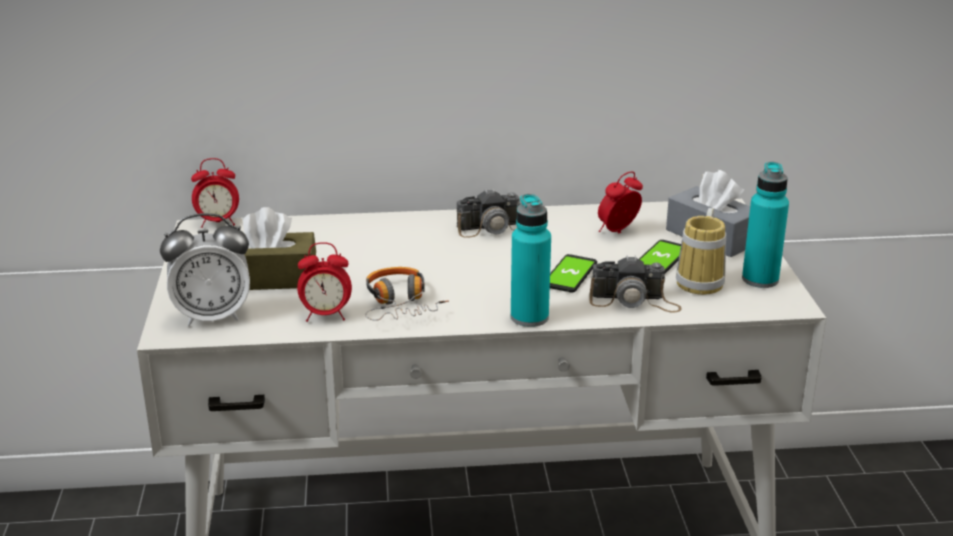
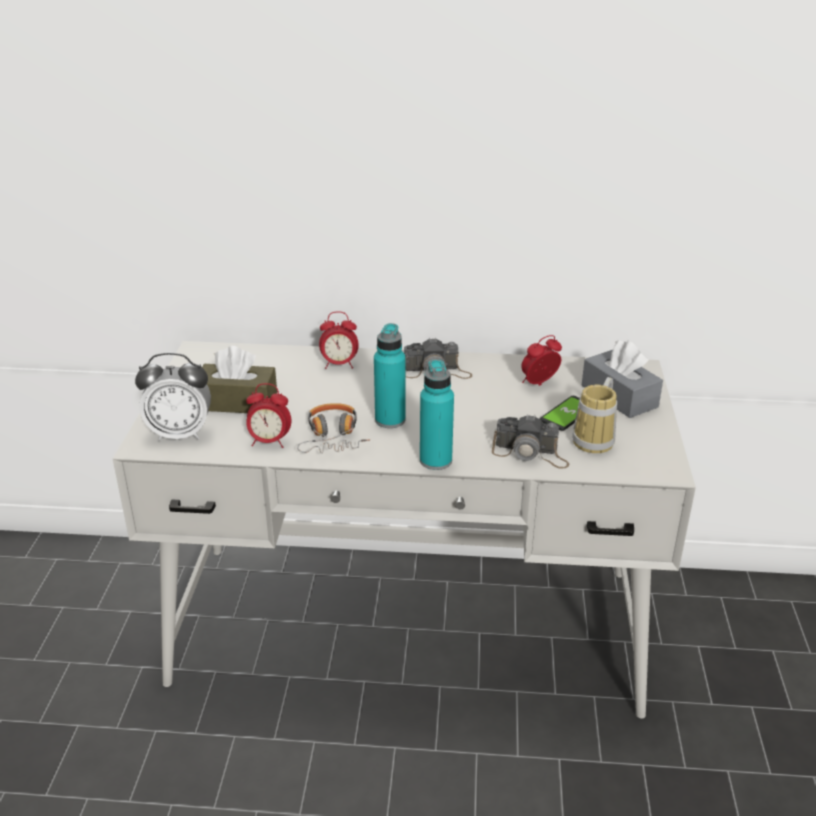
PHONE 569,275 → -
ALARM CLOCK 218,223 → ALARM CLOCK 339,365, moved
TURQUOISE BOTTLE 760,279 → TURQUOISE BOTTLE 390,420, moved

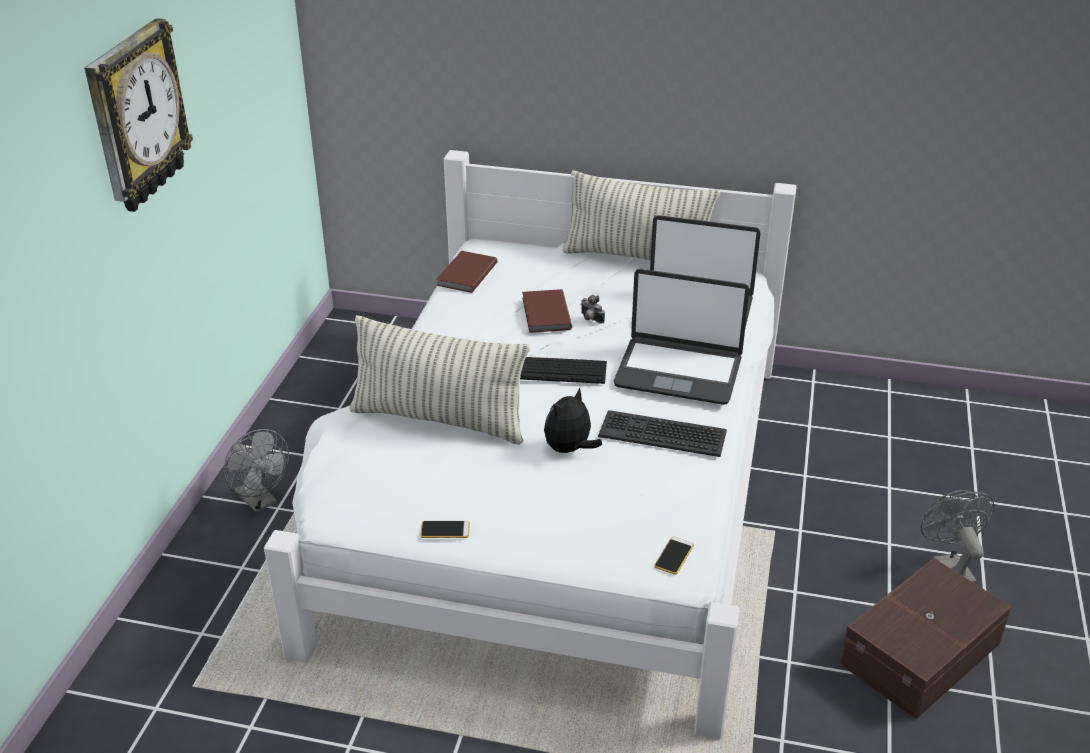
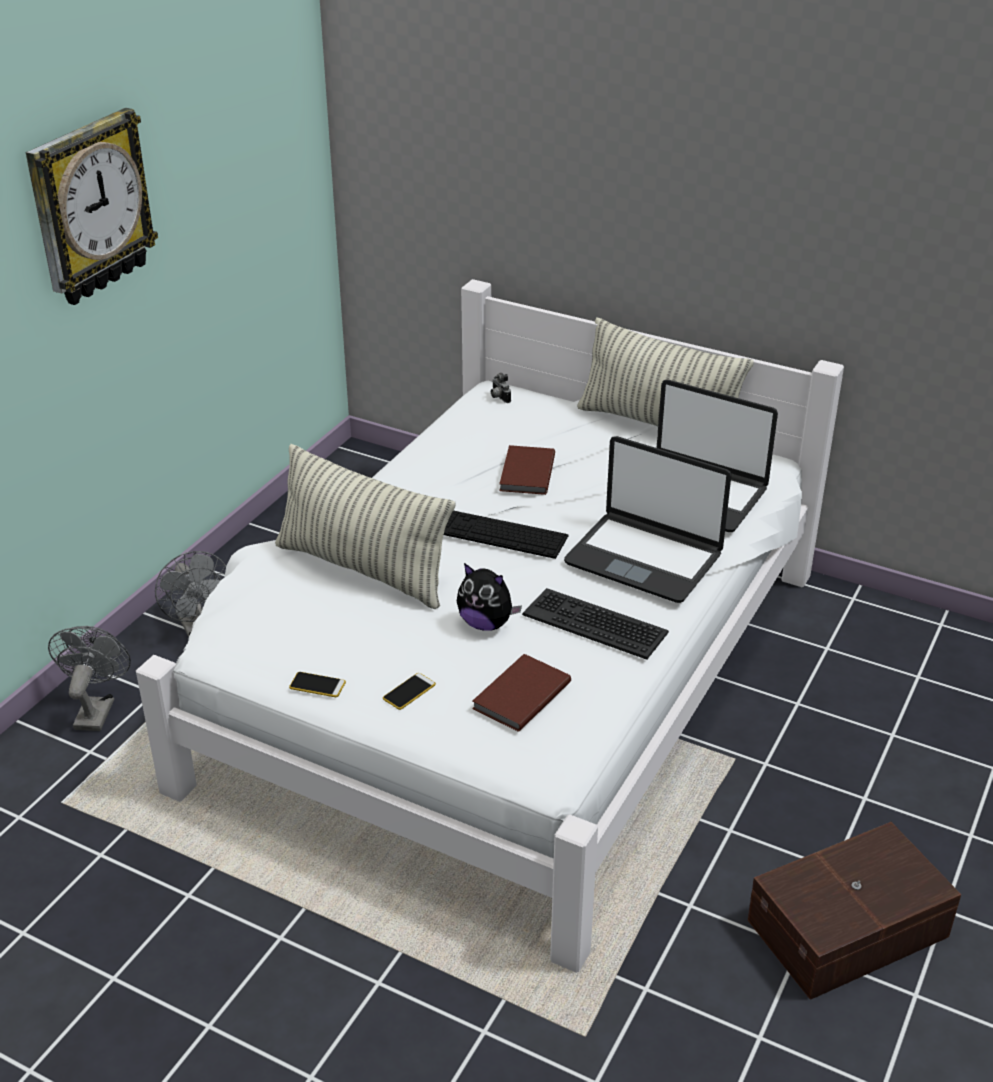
BROWN BOOK 465,274 → BROWN BOOK 519,695, moved
PHOTO CAMERA 590,319 → PHOTO CAMERA 498,397, moved
PHONE 674,556 → PHONE 409,692, moved
GREY FAN 948,567 → GREY FAN 96,709, moved
PLUSH TOY 569,449 → PLUSH TOY 486,623, 120 degrees counterclockwise

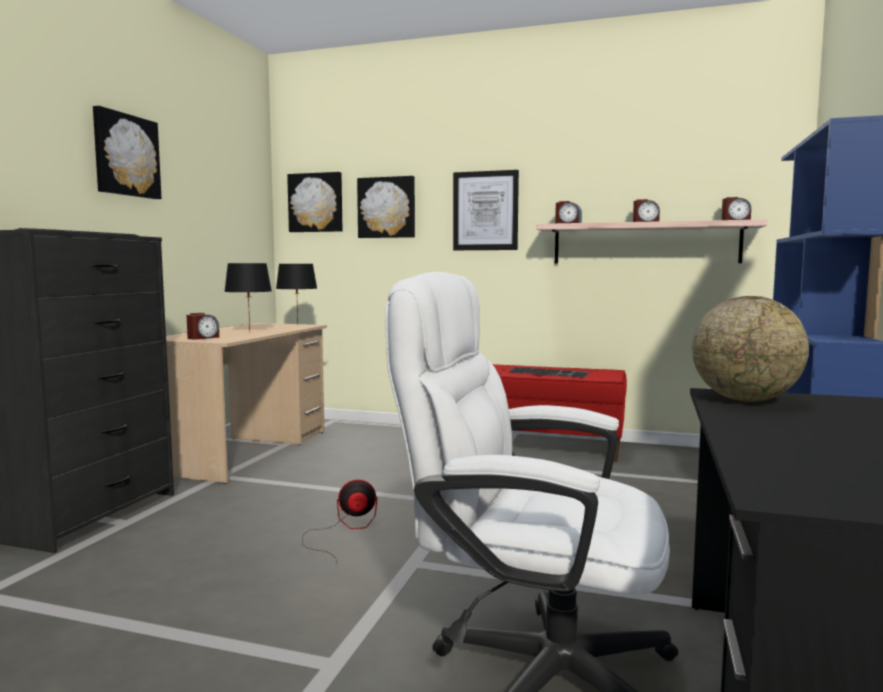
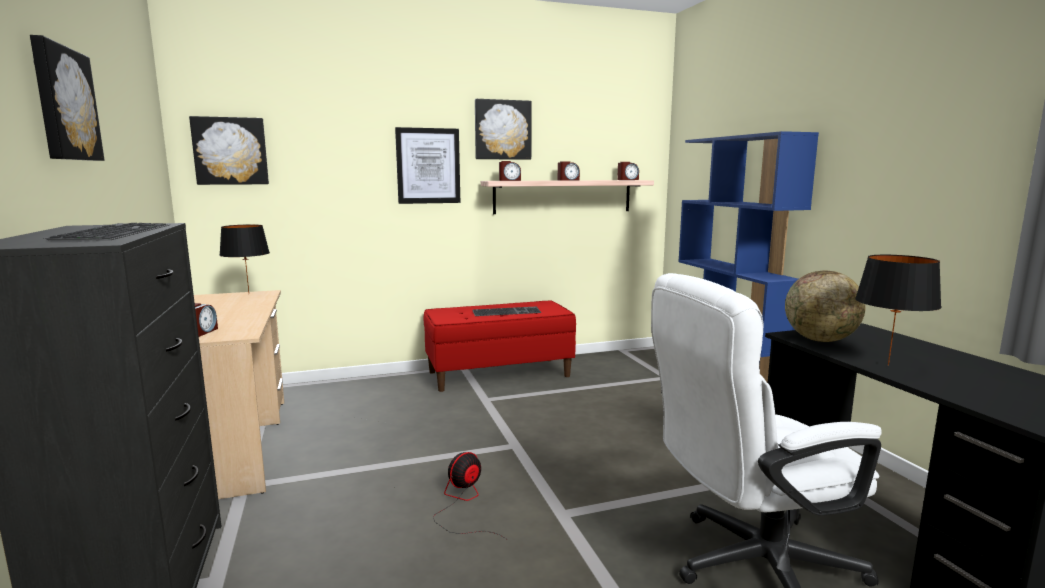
BLACK TABLE LAMP 250,332 → BLACK TABLE LAMP 888,365, moved
PICTURE 387,207 → PICTURE 502,130, moved

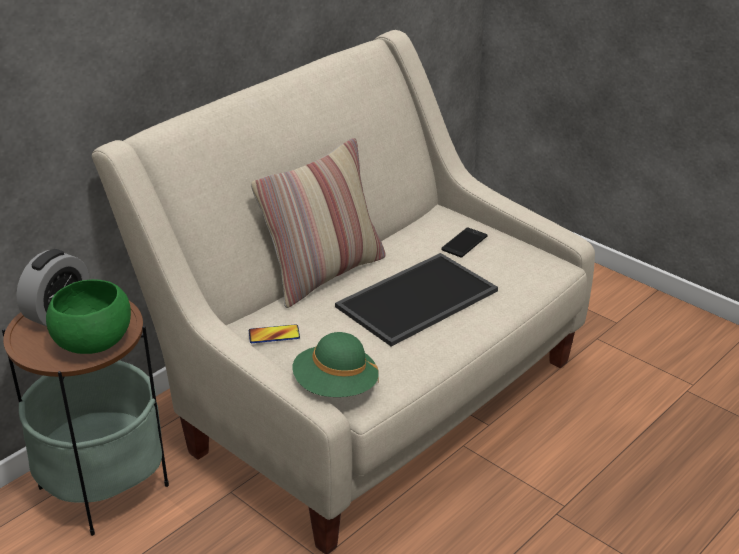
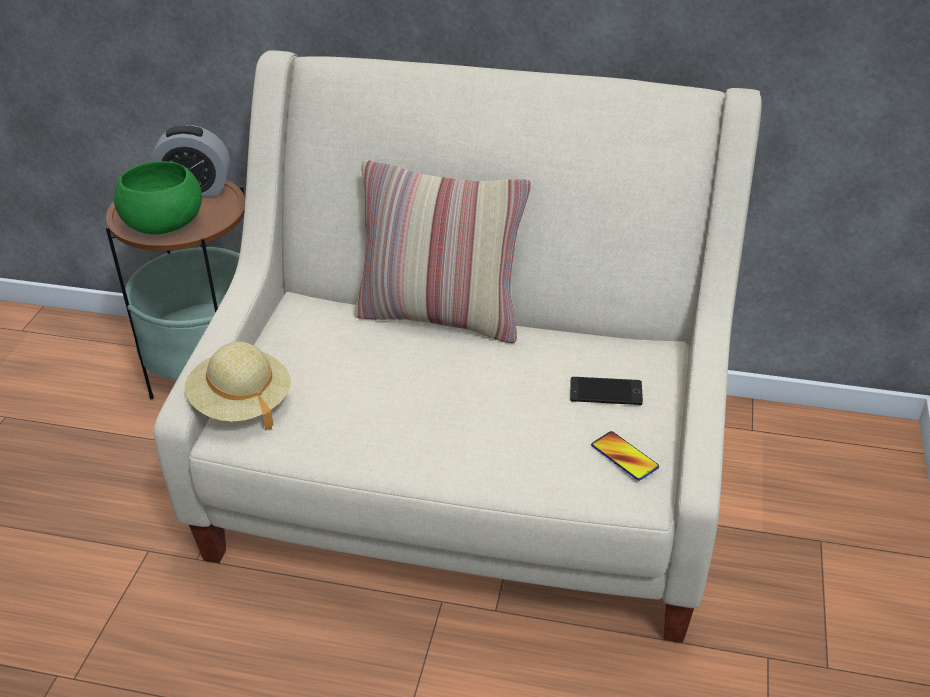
TRAY 416,297 → -
PHONE 274,335 → PHONE 624,457, moved
GREEN HAT 335,387 → BEIGE HAT 241,403

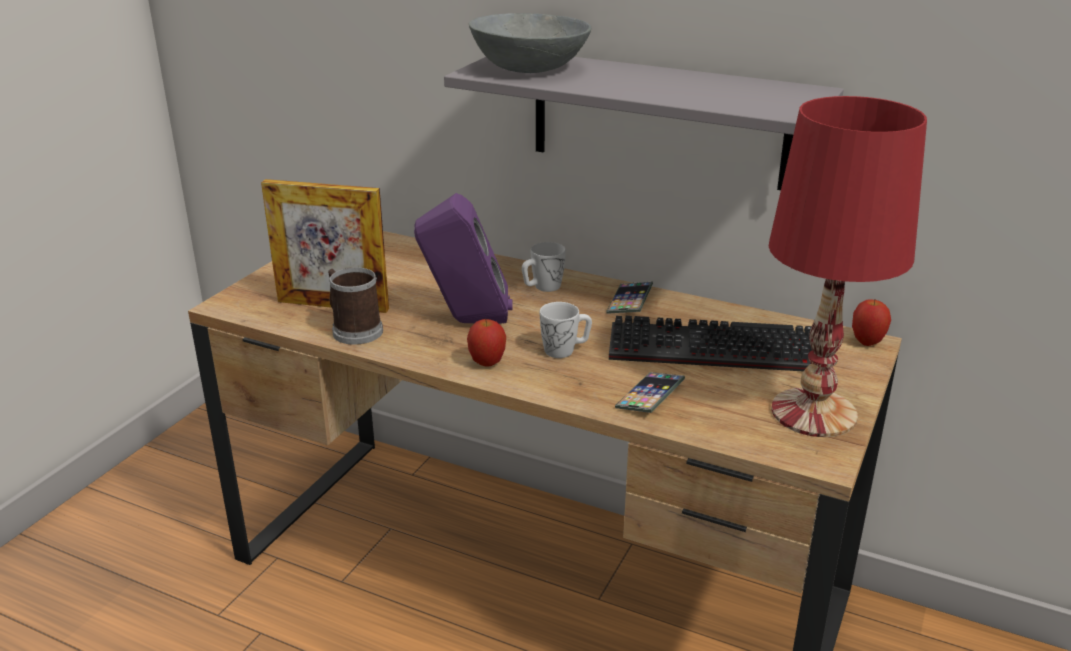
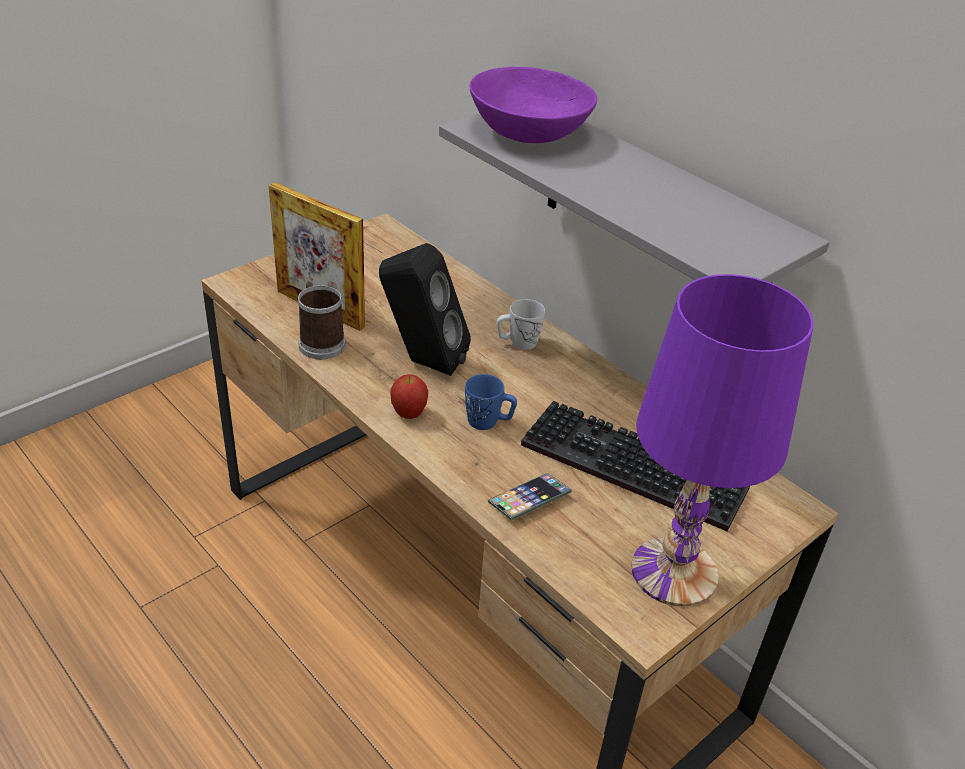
PHONE 629,302 → -
APPLE 867,342 → -
PURPLE SPEAKER 466,322 → BLACK SPEAKER 422,362
GREY BOWL 529,68 → PURPLE BOWL 528,133
WHITE MUG 565,350 → BLUE MUG 488,422
RED TABLE LAMP 812,412 → PURPLE TABLE LAMP 673,571

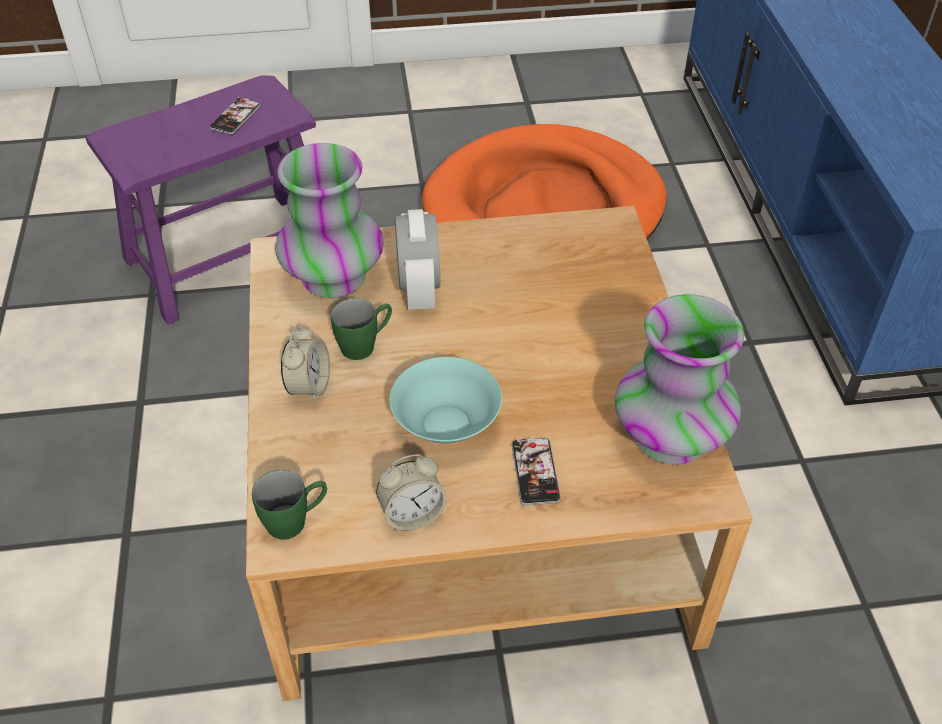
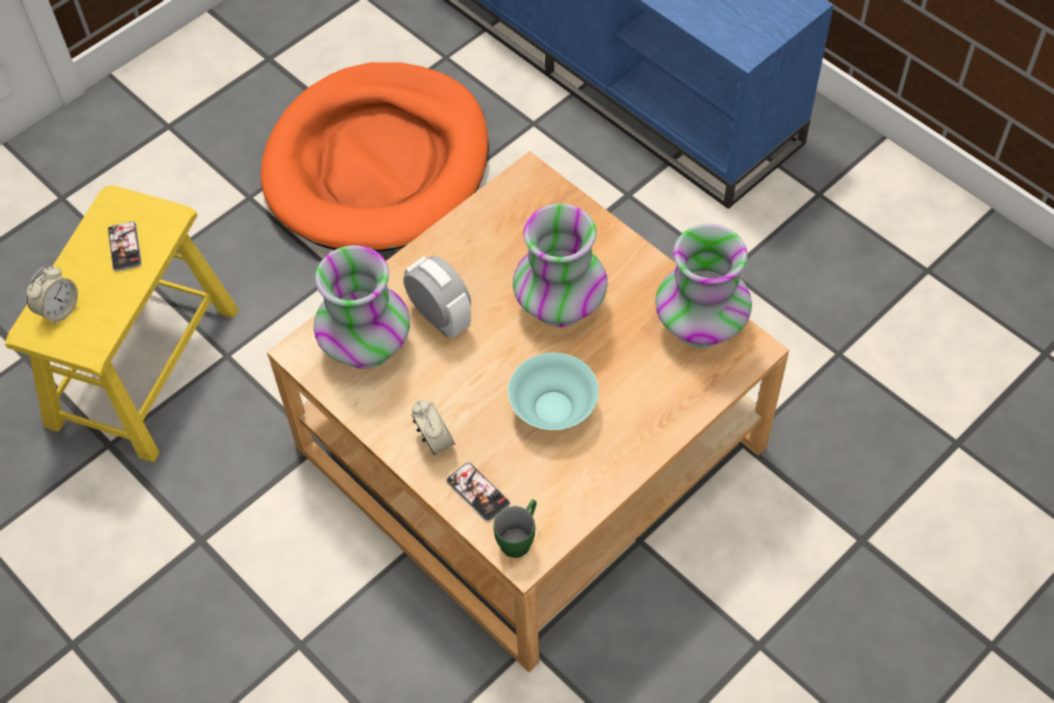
GREEN MUG 365,344 → -
- → VASE 559,305
ALARM CLOCK 412,514 → ALARM CLOCK 59,310, moved
PHONE 535,472 → PHONE 478,492, moved
PURPLE STOOL 230,255 → YELLOW STOOL 143,367

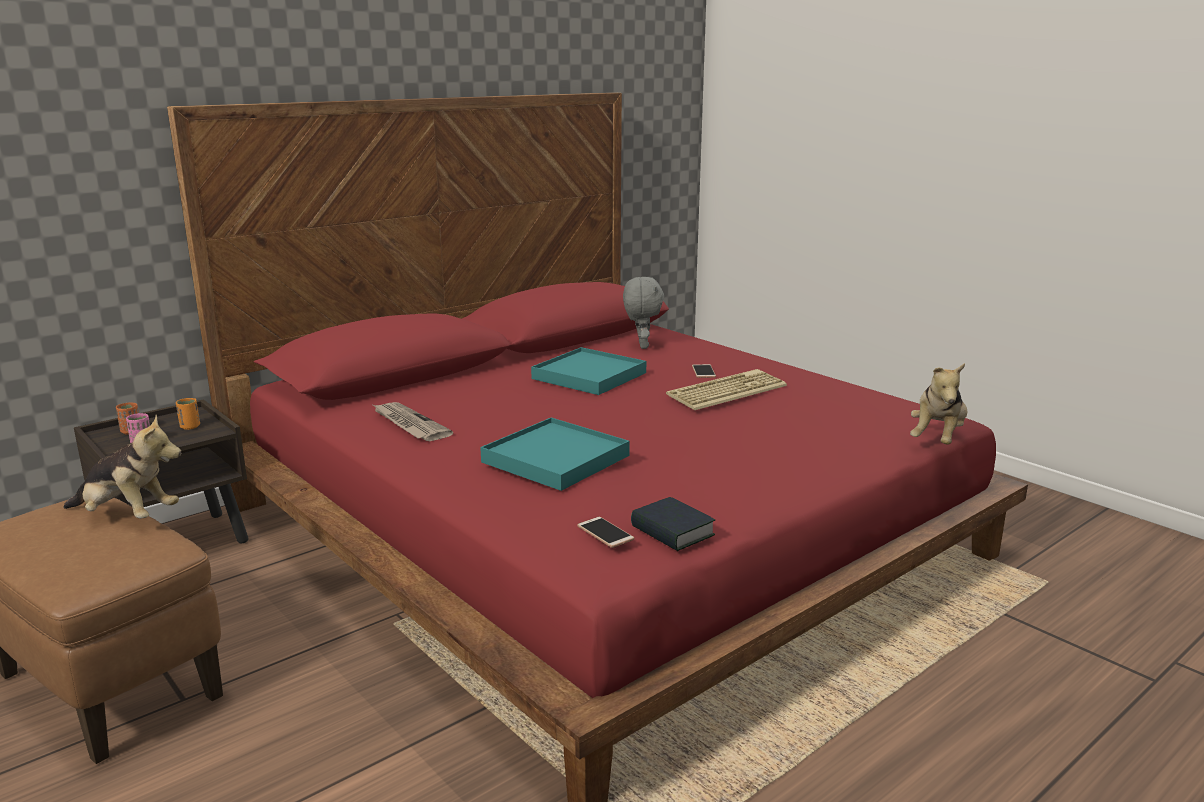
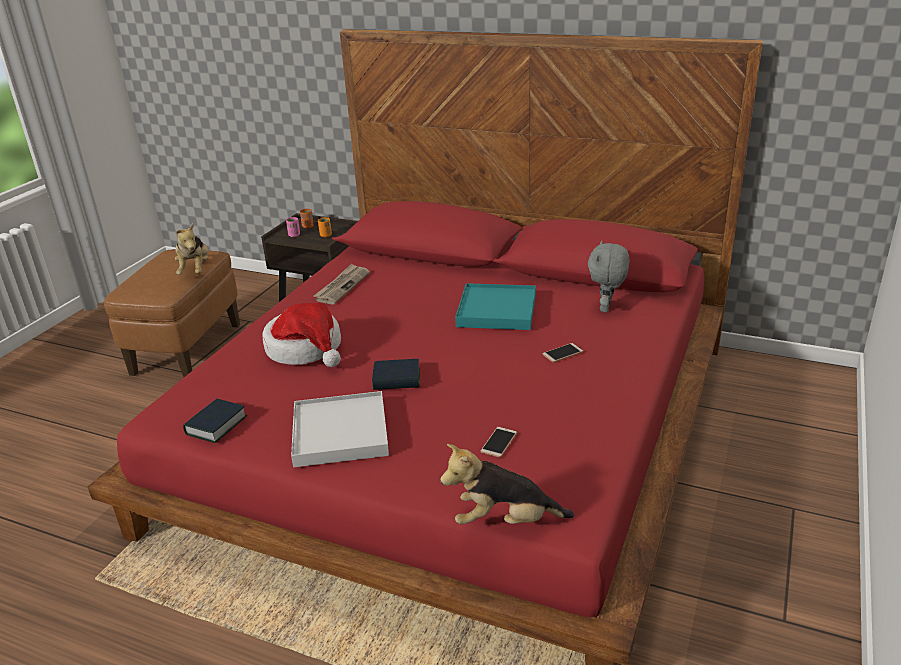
KEYBOARD 726,390 → -
- → WHITE TRAY 340,432
- → BOOK 396,379
PHONE 605,533 → PHONE 499,442, moved
TURQUOISE TRAY 555,459 → HAT 306,349
GREY PLUSH TOY 641,346 → GREY PLUSH TOY 606,308, 135 degrees clockwise

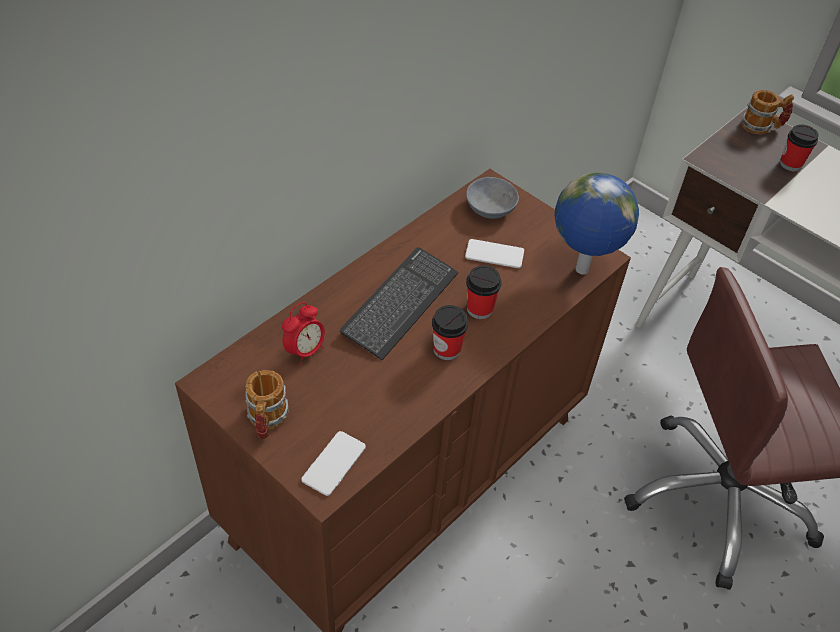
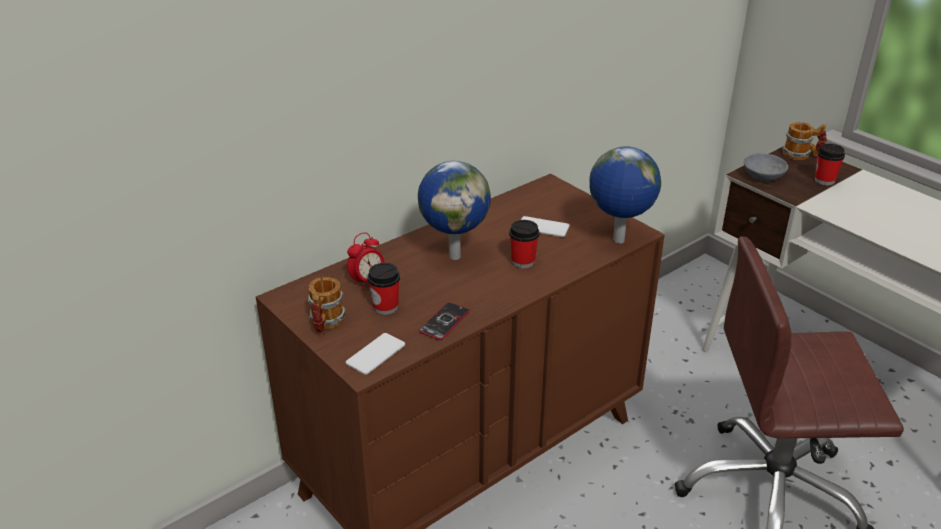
- → PHONE 444,322
CUP 447,349 → CUP 385,307, moved
GREY BOWL 488,207 → GREY BOWL 761,175, moved
KEYBOARD 400,304 → GLOBE 455,255

